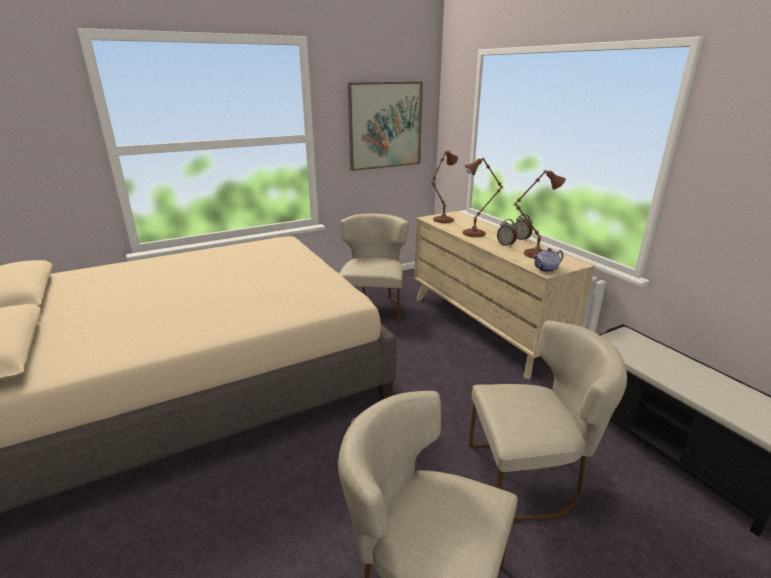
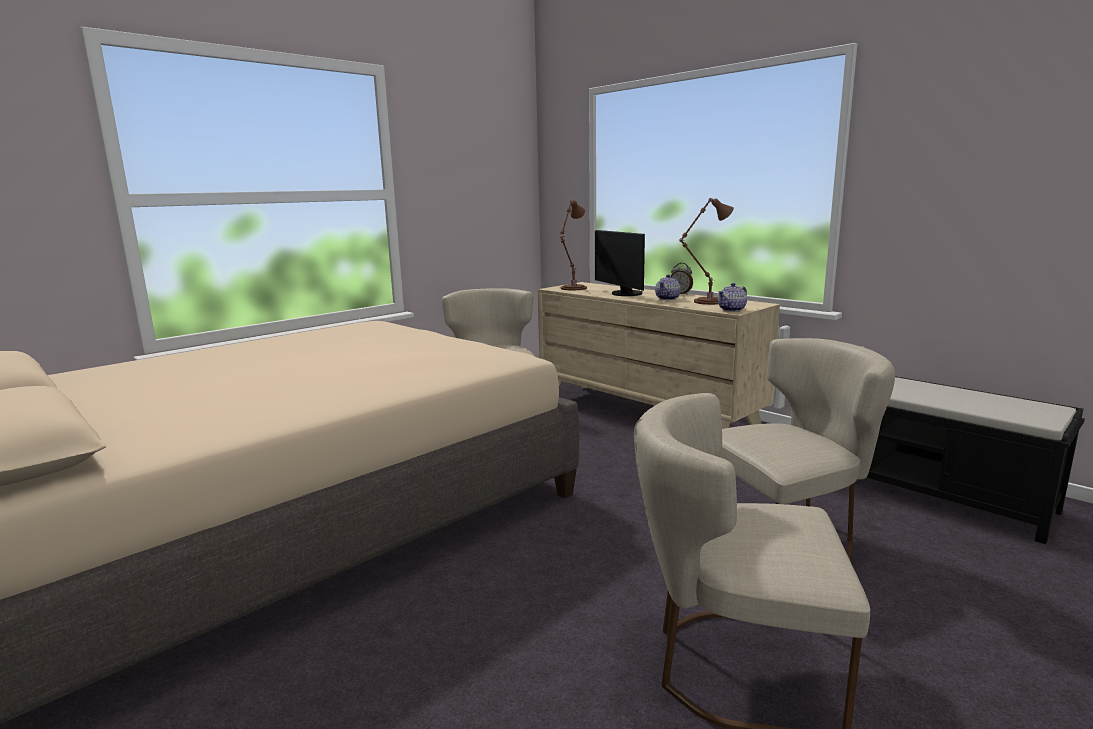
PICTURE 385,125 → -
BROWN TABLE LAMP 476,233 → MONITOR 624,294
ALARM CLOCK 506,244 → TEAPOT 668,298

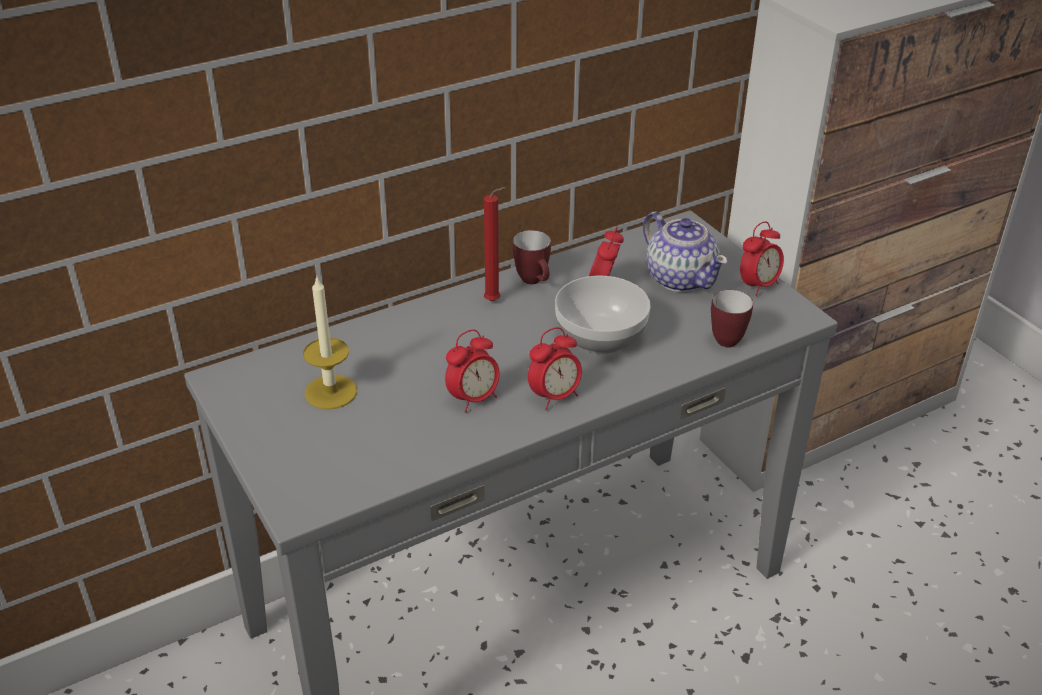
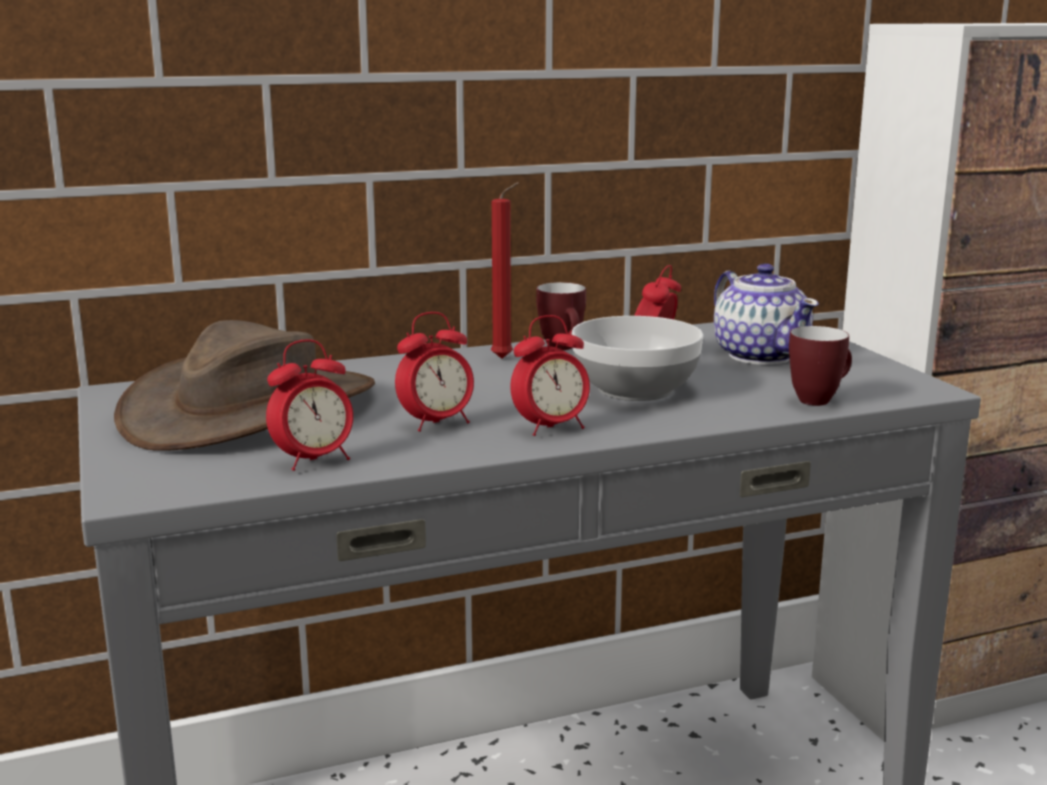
ALARM CLOCK 758,286 → ALARM CLOCK 314,461, moved
CANDLE 331,392 → BROWN HAT 250,408

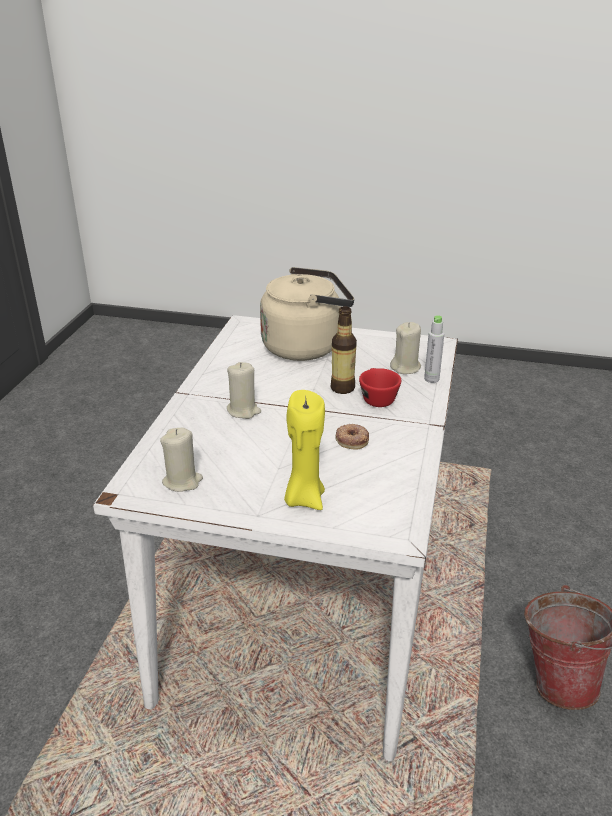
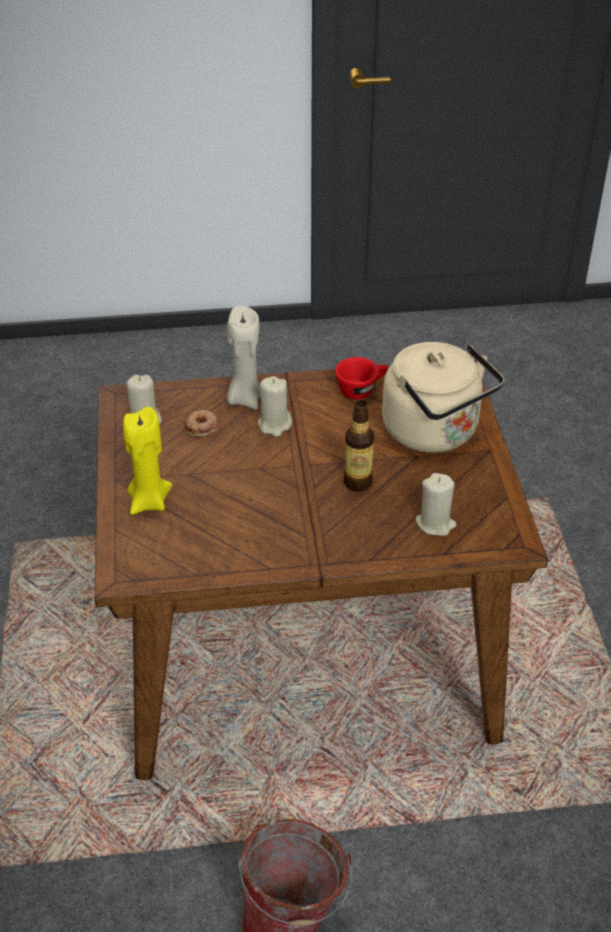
GREY BOTTLE 431,379 → -
- → BEIGE CANDLE 244,399
DONUT 352,439 → DONUT 202,426, moved
RED CUP 376,398 → RED CUP 361,389, moved
WHITE DINING TABLE 305,604 → BROWN DINING TABLE 303,658

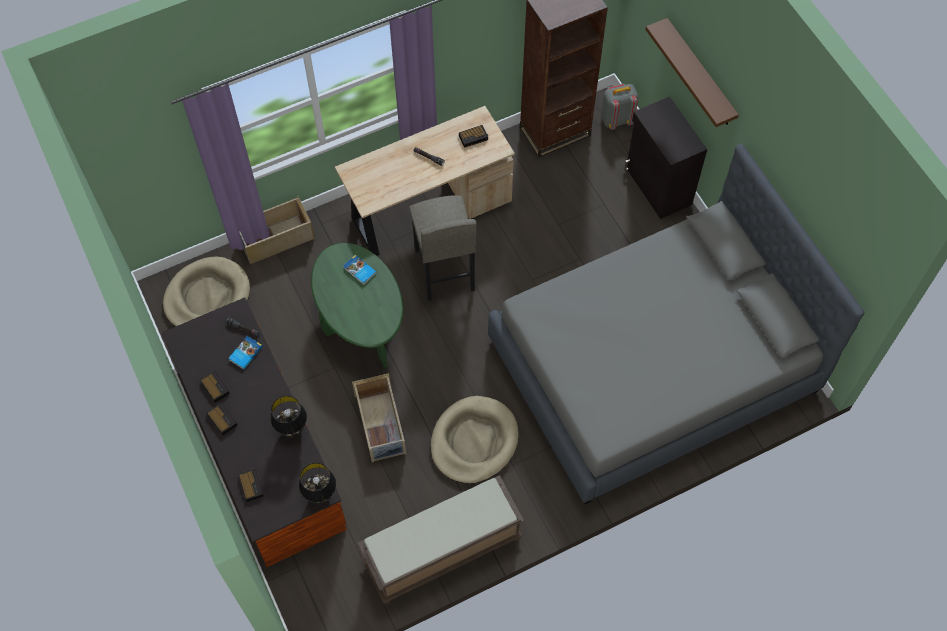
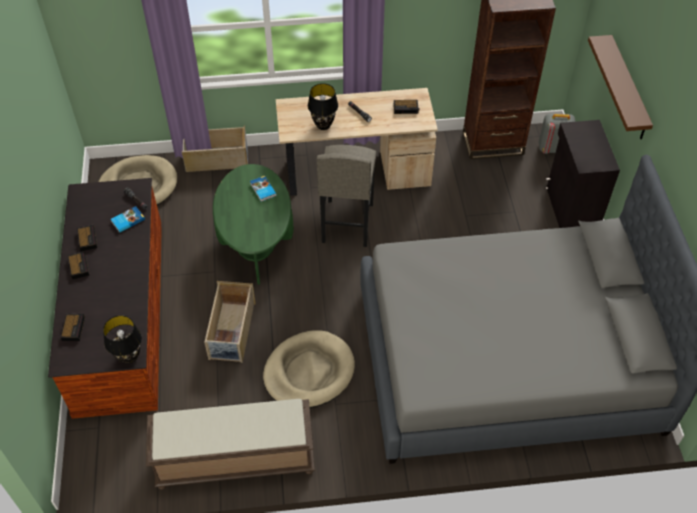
BLACK TABLE LAMP 293,430 → BLACK TABLE LAMP 323,125, moved

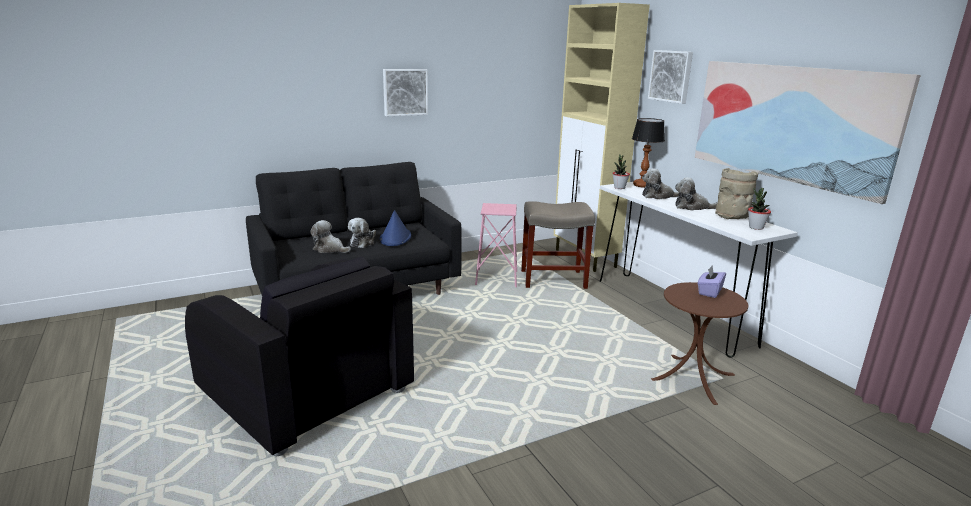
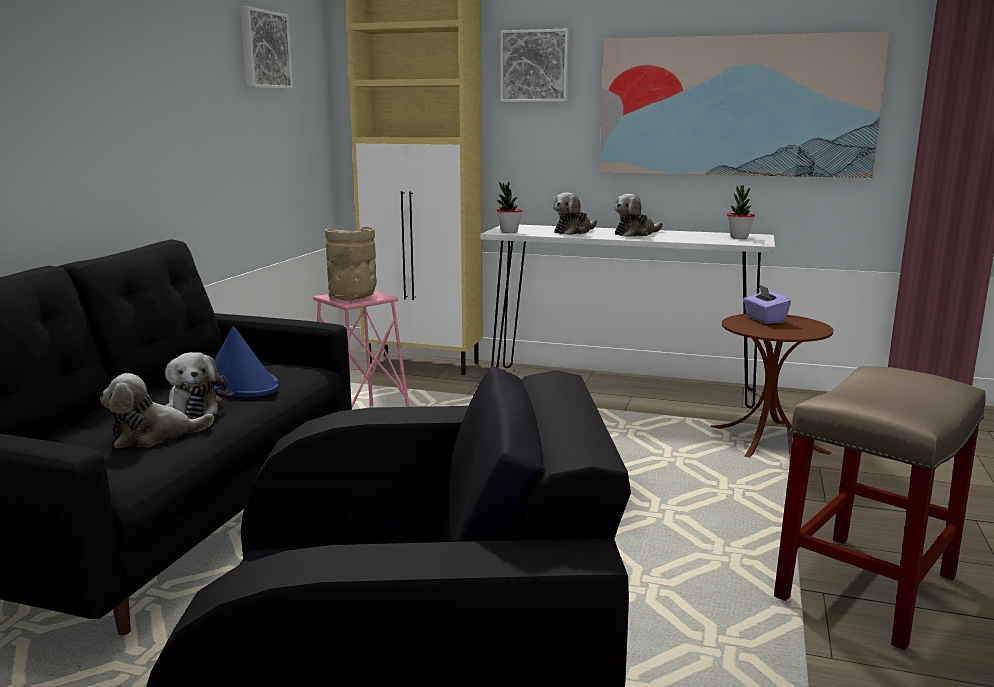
TABLE LAMP 643,185 → -
PICTURE 405,92 → PICTURE 264,50, moved
BEIGE STOOL 554,279 → BEIGE STOOL 866,586, moved
BEIGE VASE 731,217 → BEIGE VASE 352,297, moved

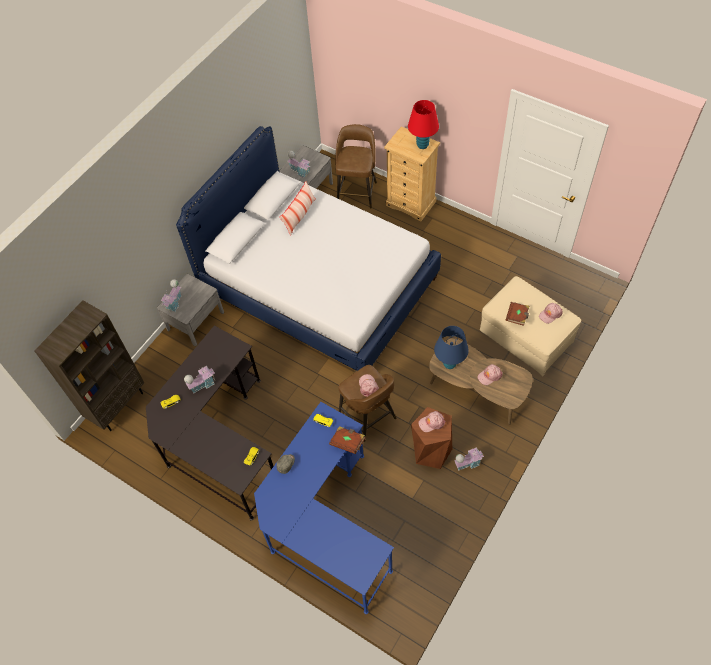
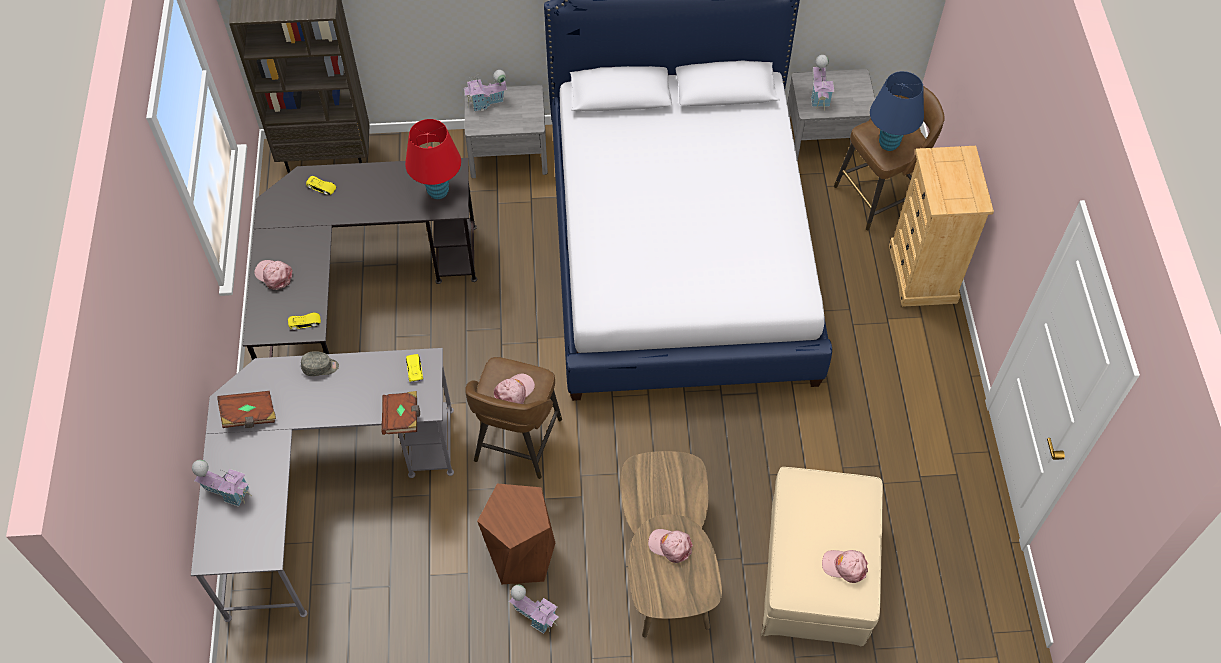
PILLOW 299,216 → -
TOY HOUSE 202,384 → TOY HOUSE 228,491, moved
RED TABLE LAMP 422,145 → RED TABLE LAMP 438,192, moved
PINK CAP 431,422 → PINK CAP 274,275, moved
BLUE TABLE LAMP 449,364 → BLUE TABLE LAMP 888,144, moved
BROWN BOOK 517,317 → BROWN BOOK 249,415, moved
BLUE DESK 324,523 → GREY DESK 320,488

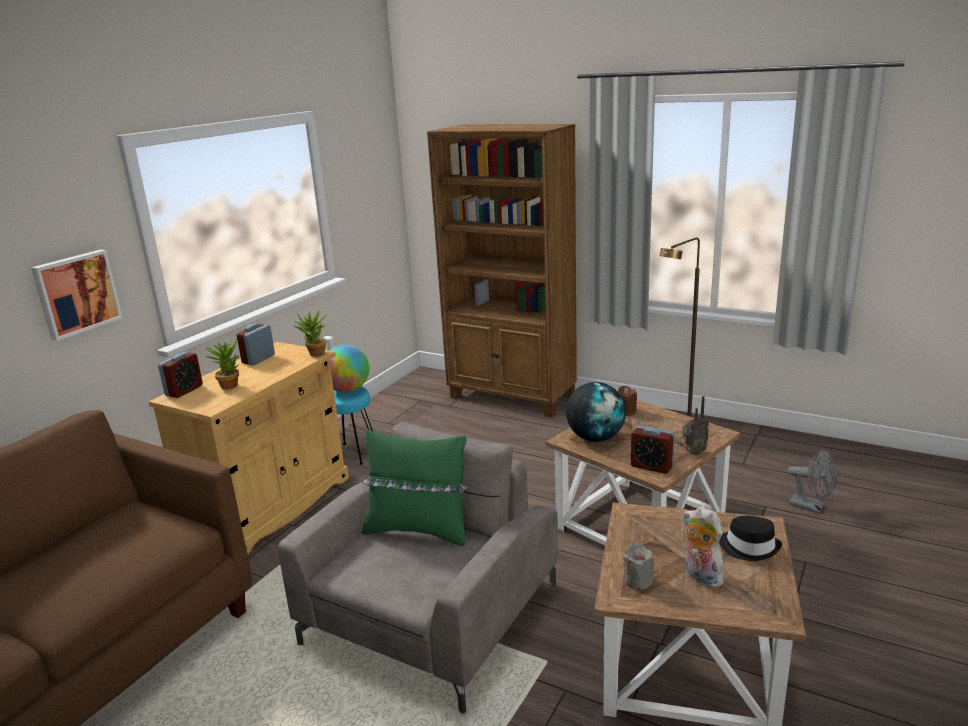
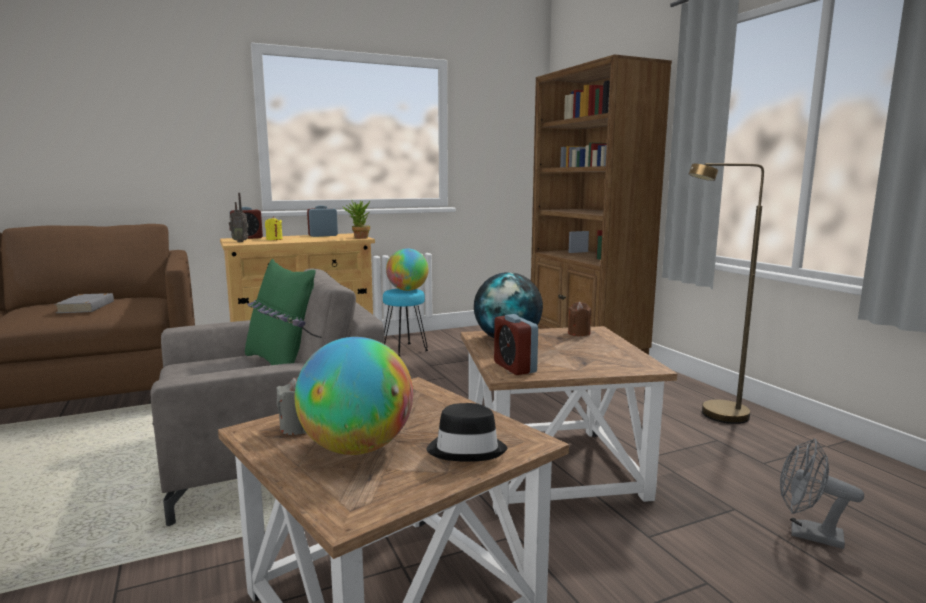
PICTURE 76,293 → -
- → GREY BOOK 86,307
RADIO 693,452 → RADIO 240,241, moved
POTTED PLANT 229,385 → YELLOW CANDLE 274,239
PLUSH TOY 700,577 → GLOBE 357,448
GREY FAN 811,506 → GREY FAN 807,534, 135 degrees clockwise

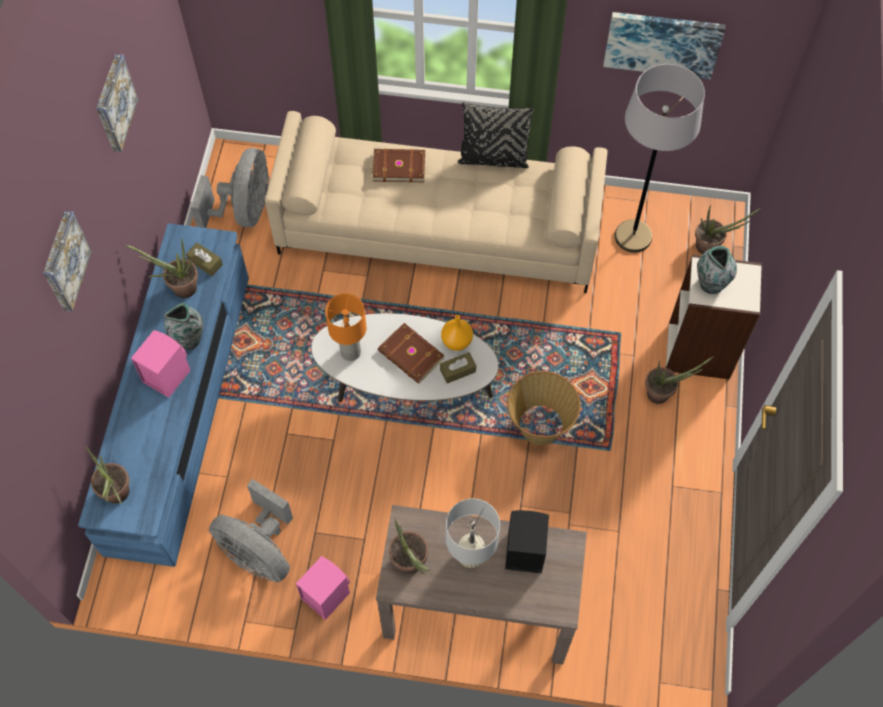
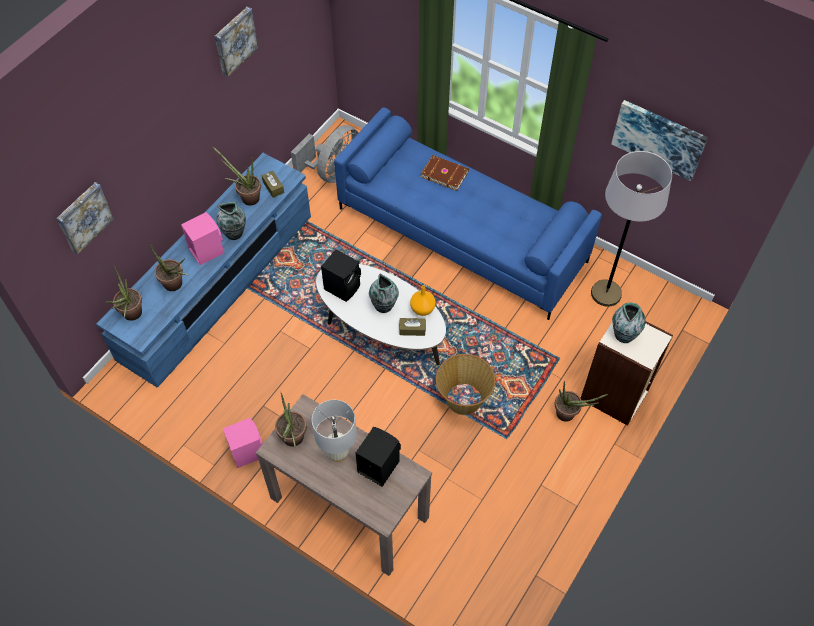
GREY FAN 260,551 → -
BLACK PILLOW 493,158 → -
PICTURE 64,261 → PICTURE 83,217, moved
POTTED PLANT 711,247 → POTTED PLANT 176,286, moved
ORANGE TABLE LAMP 350,352 → BLACK SPEAKER 343,286
BROWN BOOK 410,356 → VASE 384,306
BEIGE SOFA 439,229 → BLUE SOFA 463,234

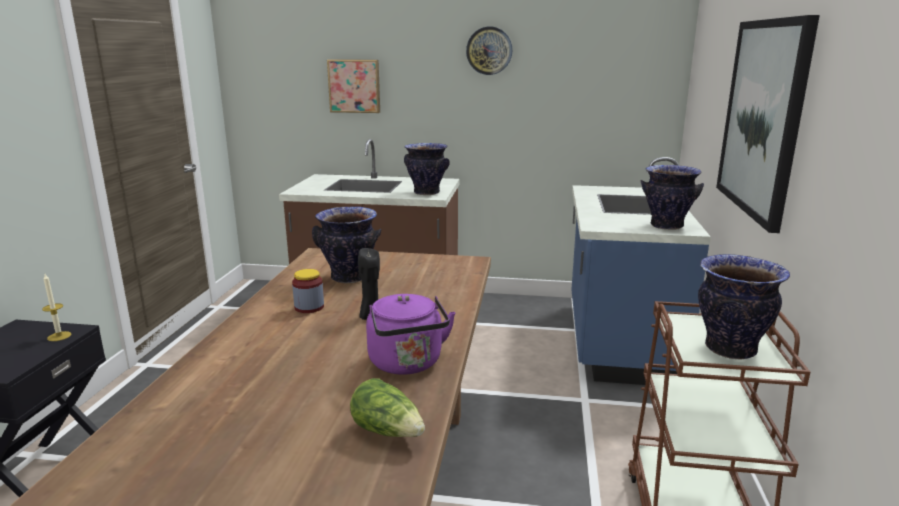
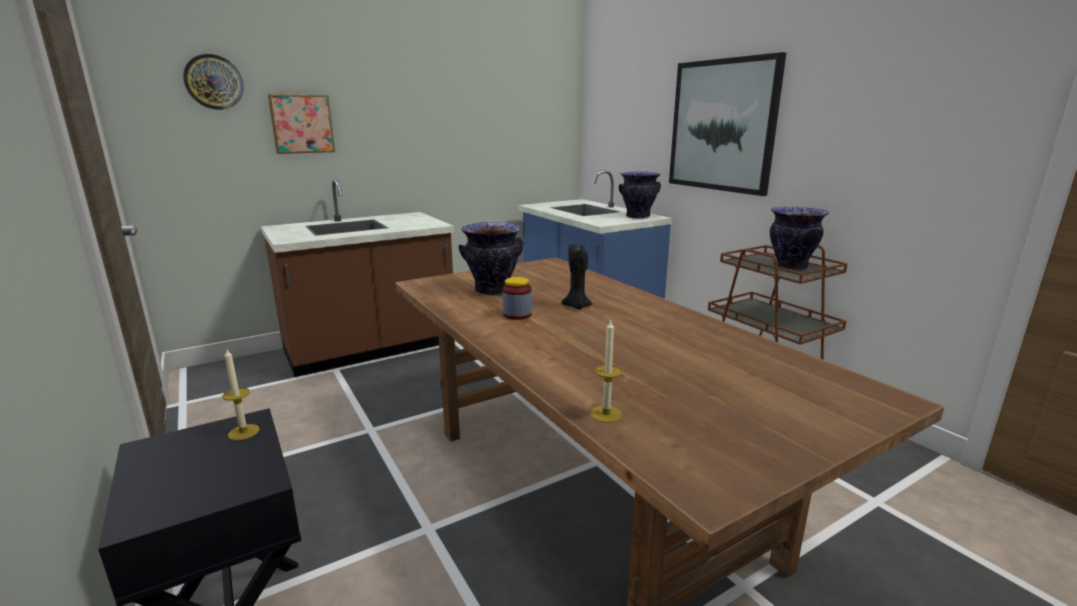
LETTUCE 388,431 → -
PURPLE KETTLE 407,364 → -
VASE 427,192 → -
- → CANDLE 606,414
WALL CLOCK 489,50 → WALL CLOCK 214,82, moved

